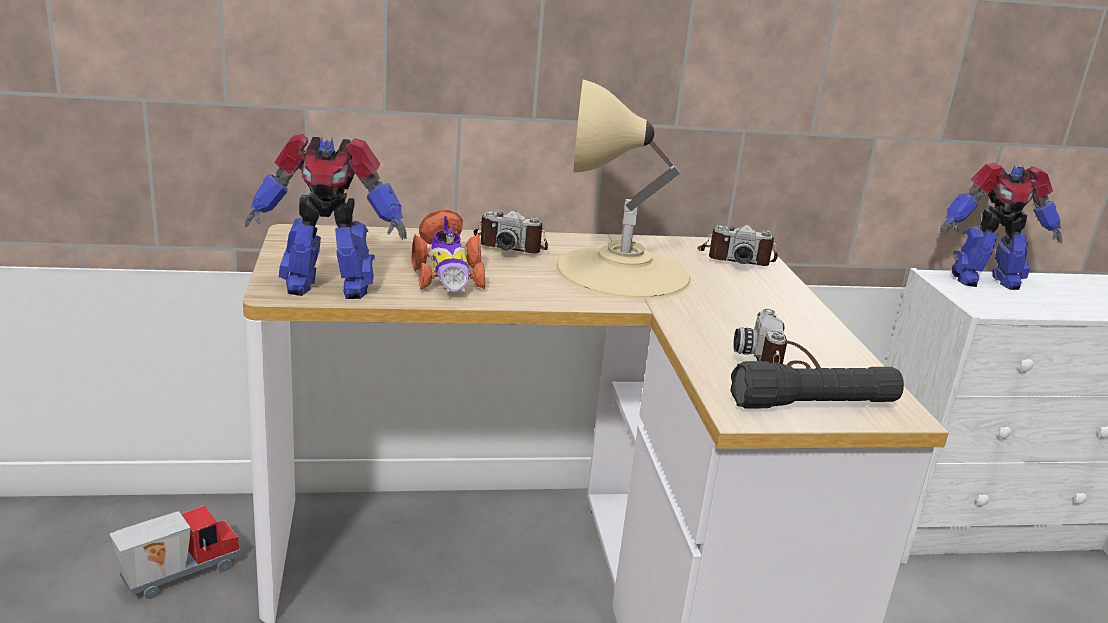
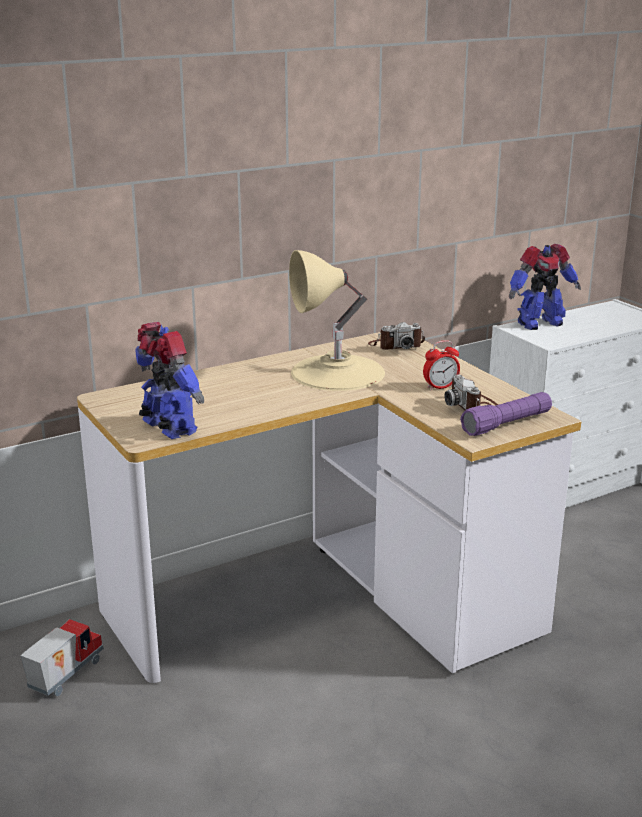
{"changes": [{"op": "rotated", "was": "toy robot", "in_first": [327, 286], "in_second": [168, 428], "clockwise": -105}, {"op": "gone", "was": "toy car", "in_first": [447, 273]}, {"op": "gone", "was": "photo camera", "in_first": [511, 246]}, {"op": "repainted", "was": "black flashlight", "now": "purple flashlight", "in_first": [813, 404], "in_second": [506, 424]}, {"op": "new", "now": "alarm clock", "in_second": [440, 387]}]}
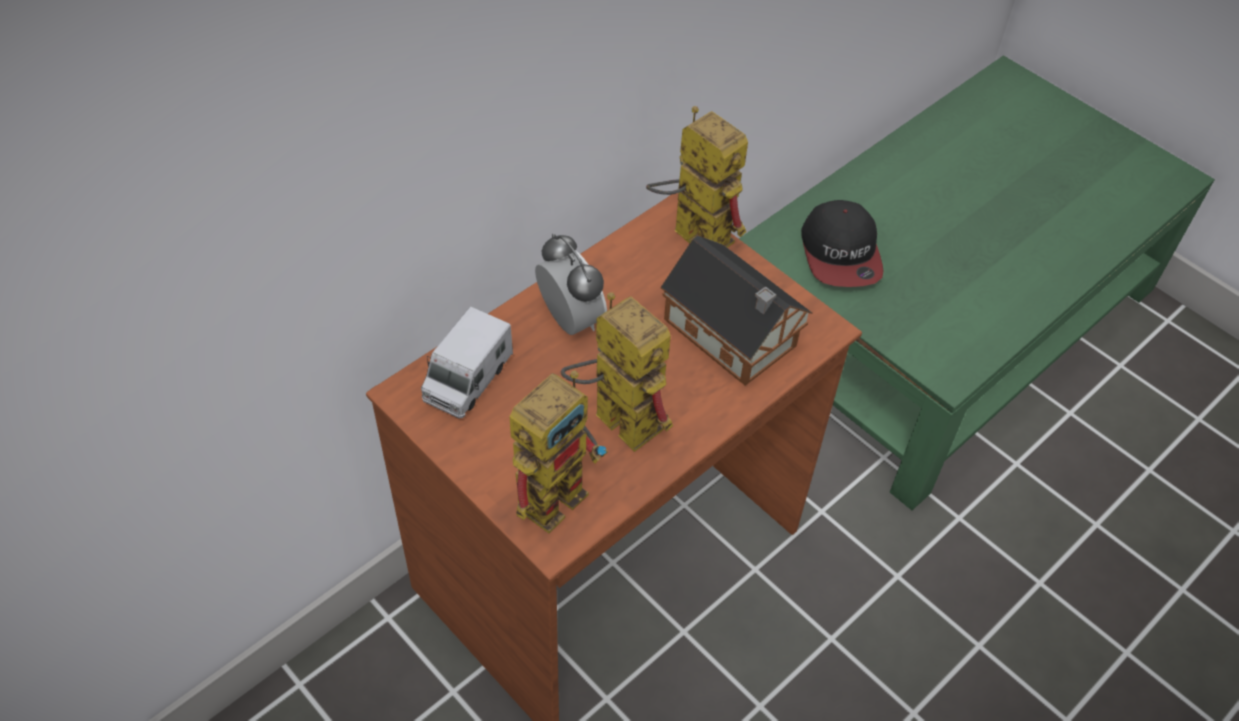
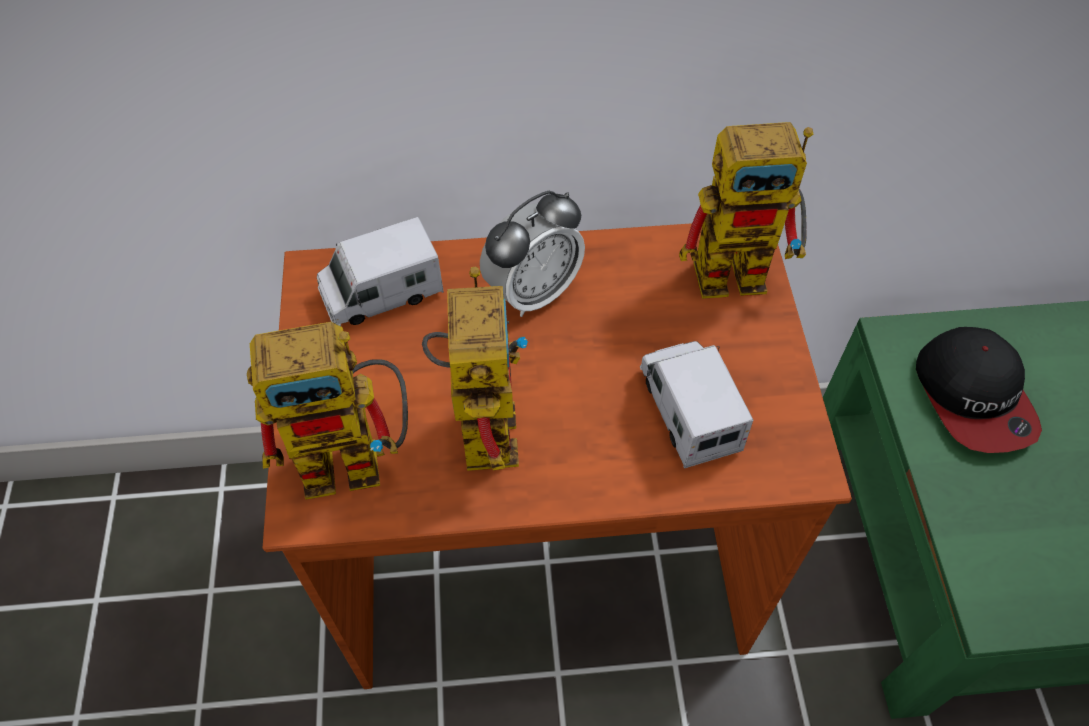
{"changes": [{"op": "rotated", "was": "alarm clock", "in_first": [570, 320], "in_second": [533, 292], "clockwise": 45}, {"op": "rotated", "was": "toy robot", "in_first": [690, 233], "in_second": [744, 270], "clockwise": 90}, {"op": "swapped", "was": "toy house", "now": "toy truck", "in_first": [733, 336], "in_second": [689, 411]}, {"op": "rotated", "was": "cap", "in_first": [841, 254], "in_second": [974, 397], "clockwise": -45}]}
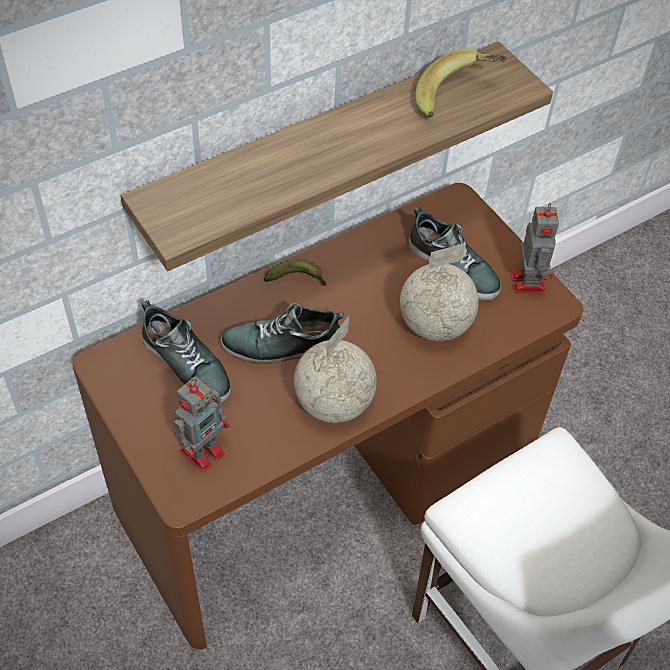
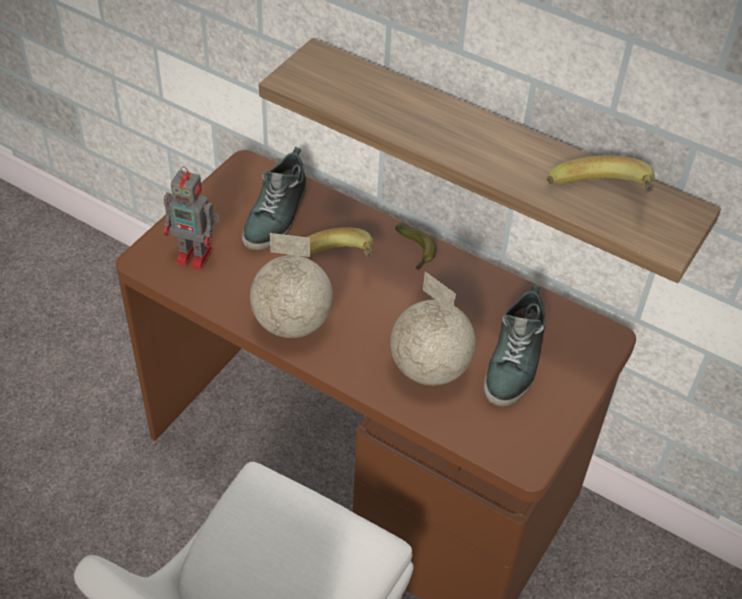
{"changes": [{"op": "swapped", "was": "shoe", "now": "banana", "in_first": [282, 345], "in_second": [334, 267]}, {"op": "gone", "was": "toy robot", "in_first": [528, 281]}]}
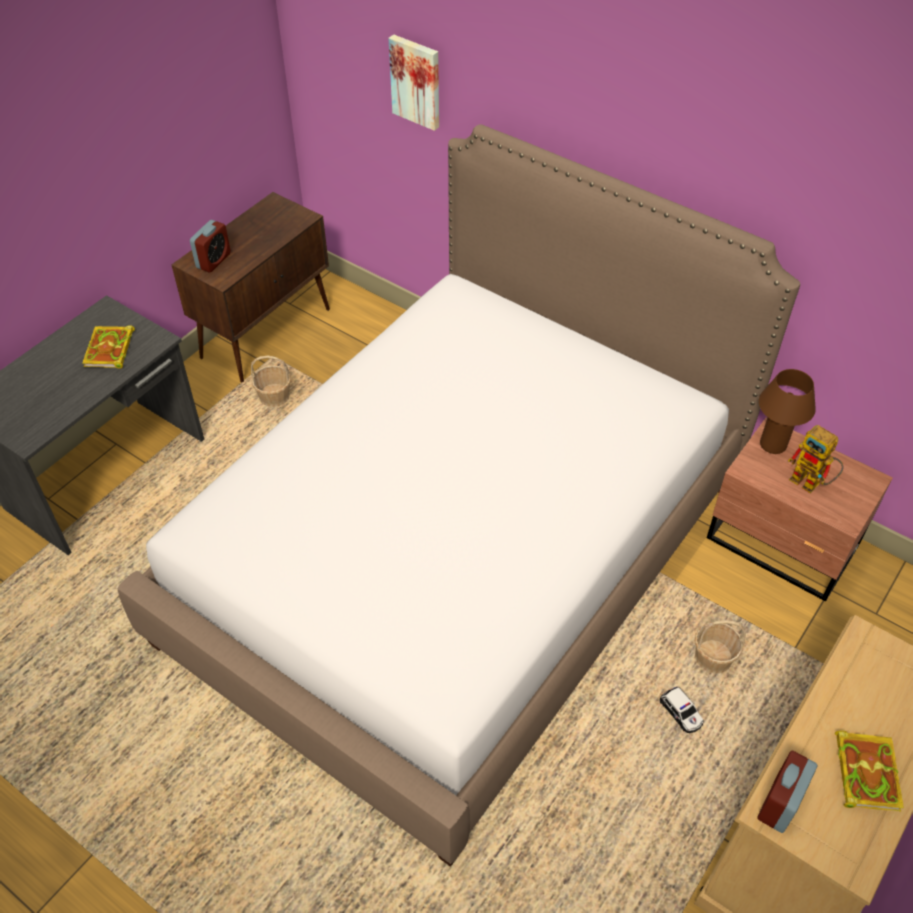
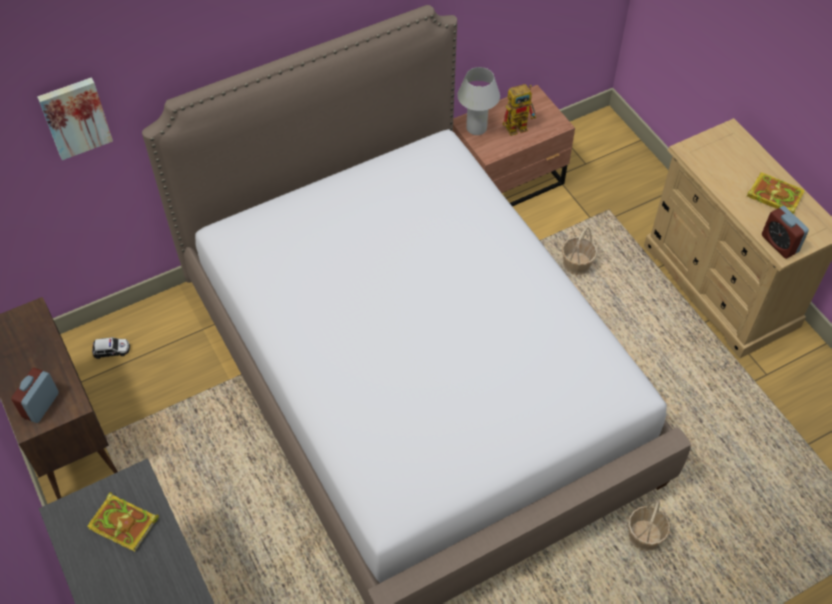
{"changes": [{"op": "rotated", "was": "alarm clock", "in_first": [213, 260], "in_second": [41, 405], "clockwise": -120}, {"op": "shifted", "was": "basket", "in_first": [274, 396], "in_second": [645, 535]}, {"op": "shifted", "was": "toy car", "in_first": [681, 713], "in_second": [112, 350]}, {"op": "repainted", "was": "brown table lamp", "now": "white table lamp", "in_first": [773, 445], "in_second": [476, 128]}]}
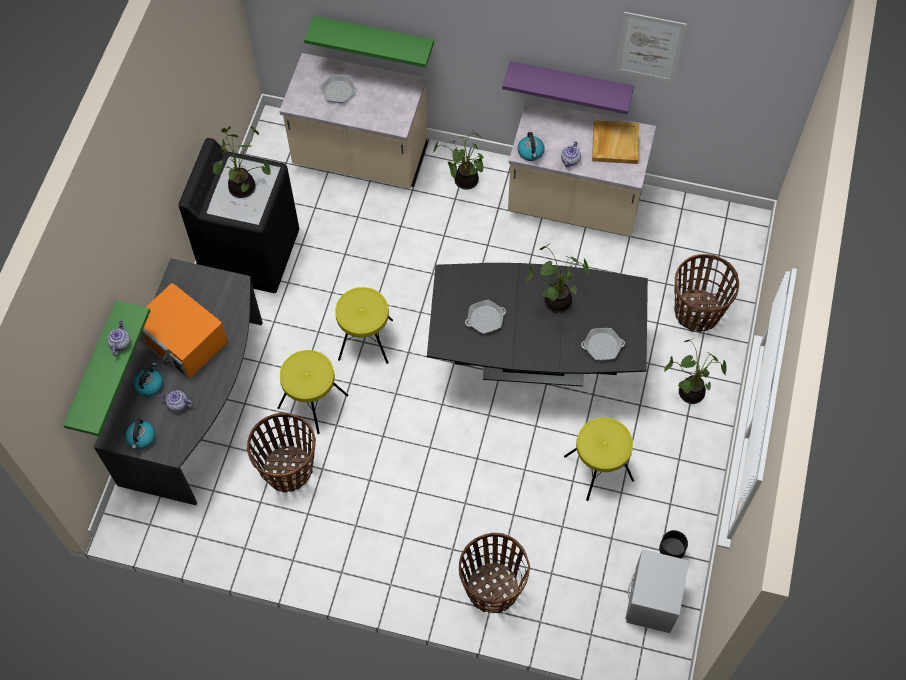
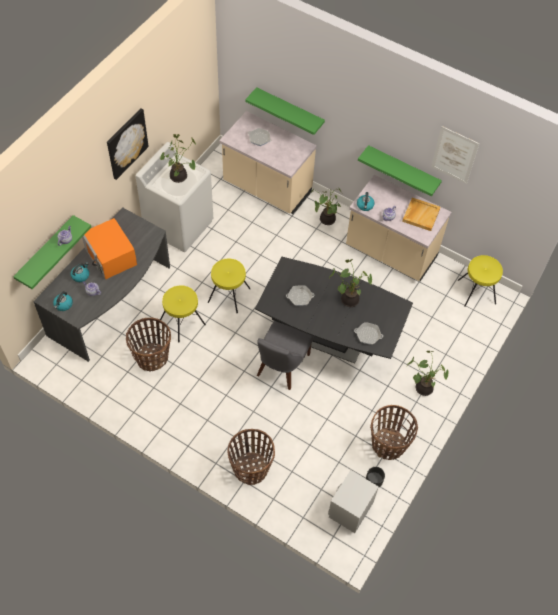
{"changes": [{"op": "repainted", "was": "black washing machine", "now": "white washing machine", "in_first": [251, 253], "in_second": [179, 225]}, {"op": "repainted", "was": "purple shelf", "now": "green shelf", "in_first": [570, 82], "in_second": [403, 169]}, {"op": "shifted", "was": "yellow stool", "in_first": [599, 468], "in_second": [477, 292]}, {"op": "shifted", "was": "basket", "in_first": [697, 312], "in_second": [388, 445]}, {"op": "new", "now": "picture", "in_second": [126, 143]}, {"op": "new", "now": "grey chair", "in_second": [281, 367]}]}
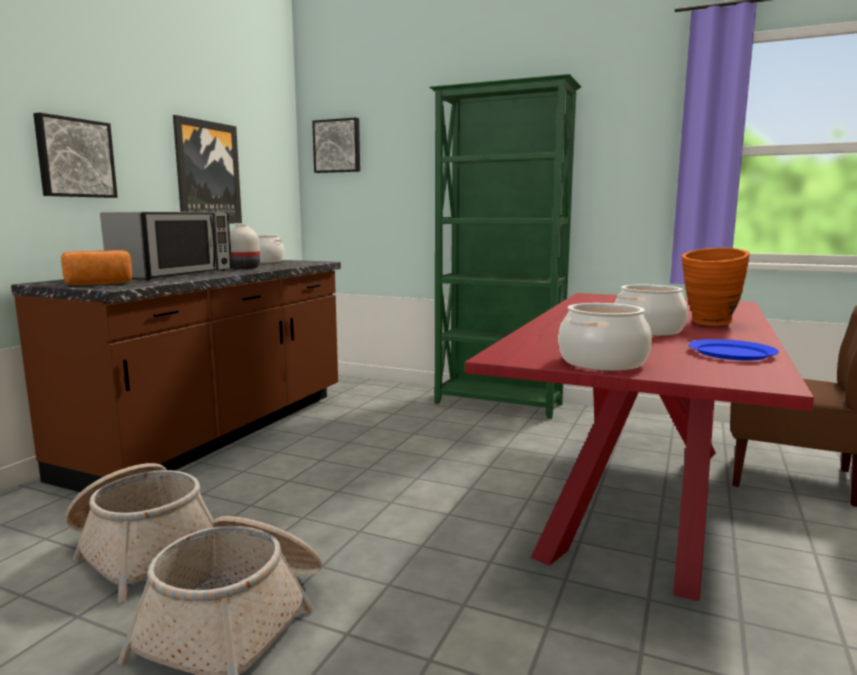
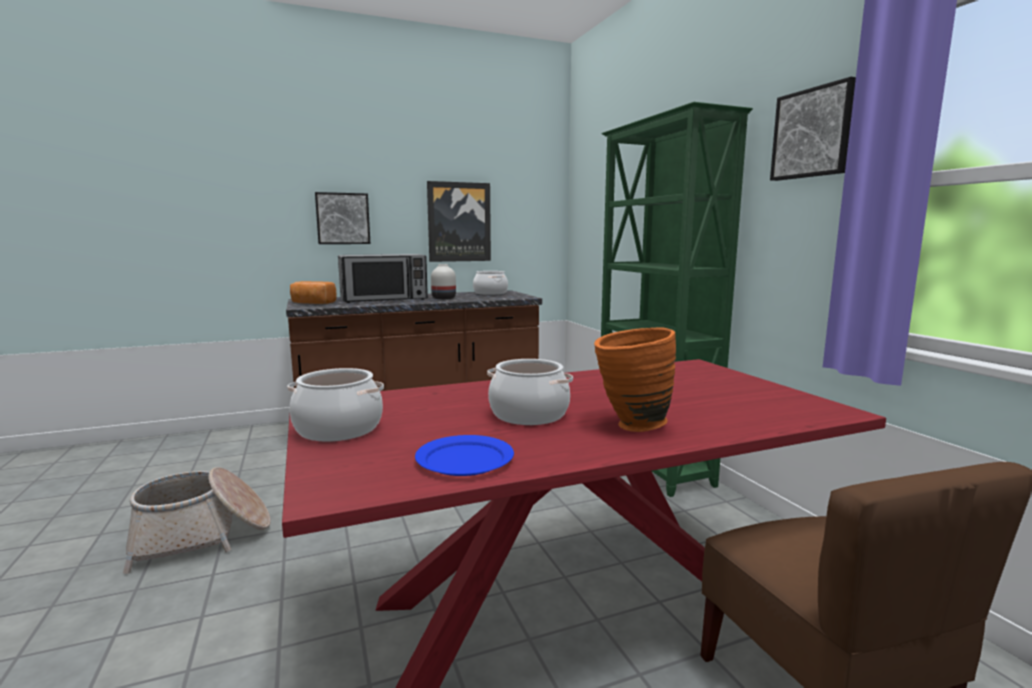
{"changes": [{"op": "gone", "was": "basket", "in_first": [144, 550]}, {"op": "shifted", "was": "picture", "in_first": [337, 146], "in_second": [814, 133]}]}
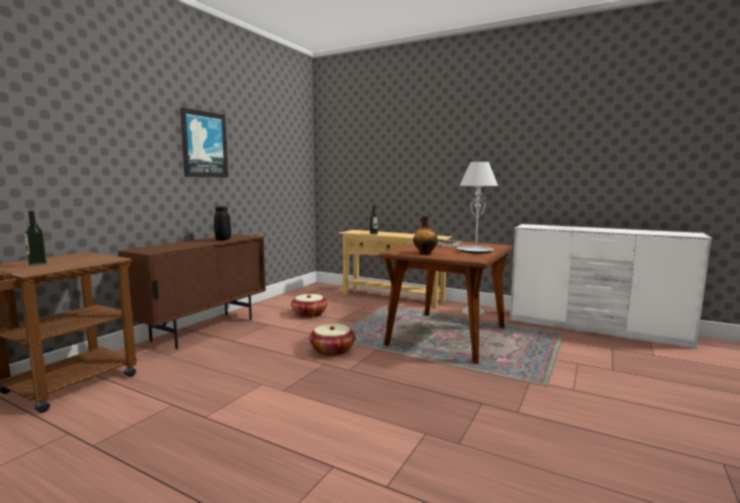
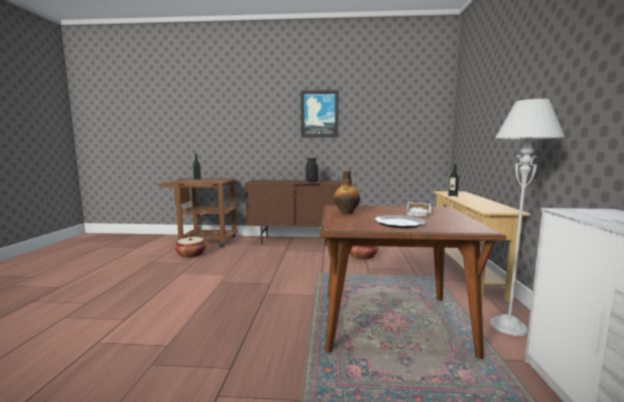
{"changes": [{"op": "shifted", "was": "basket", "in_first": [332, 350], "in_second": [191, 254]}]}
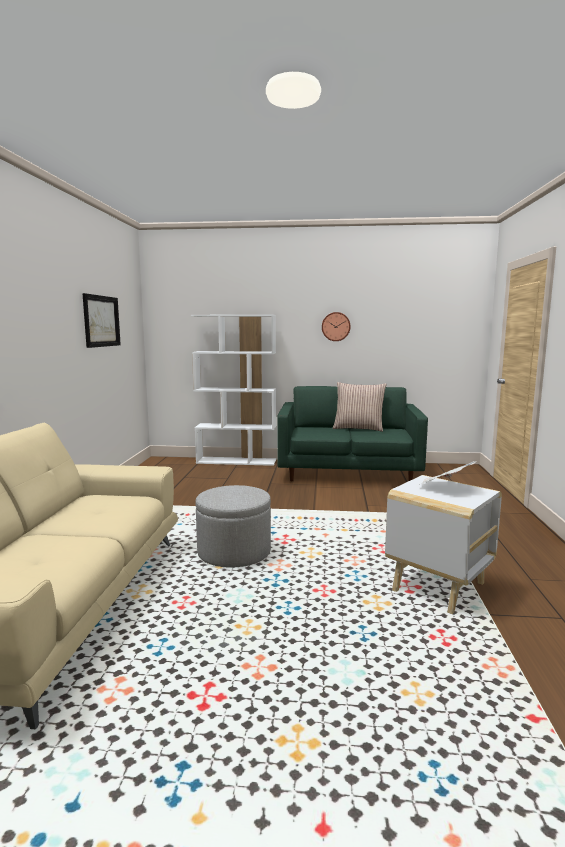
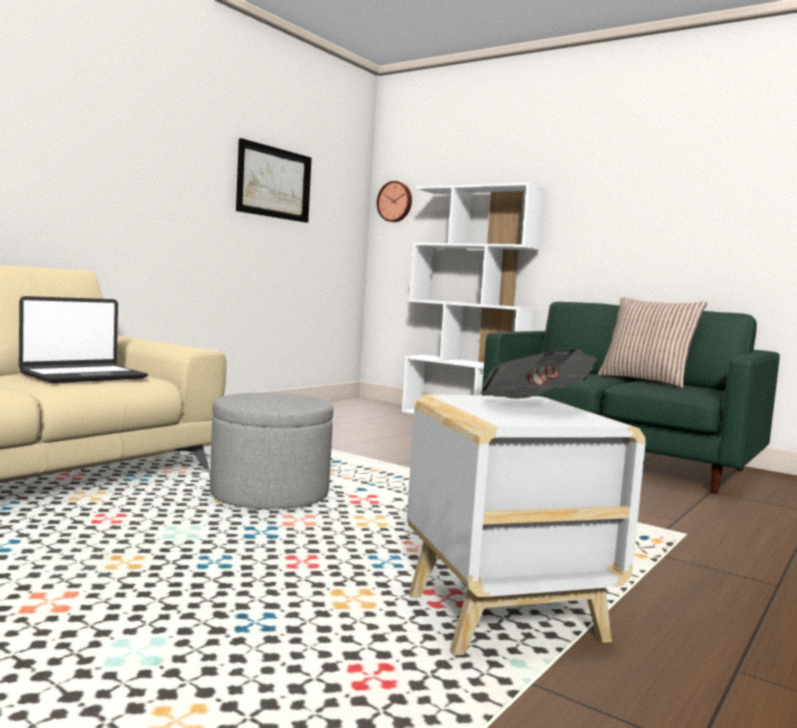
{"changes": [{"op": "shifted", "was": "wall clock", "in_first": [335, 326], "in_second": [395, 202]}, {"op": "new", "now": "laptop", "in_second": [83, 376]}]}
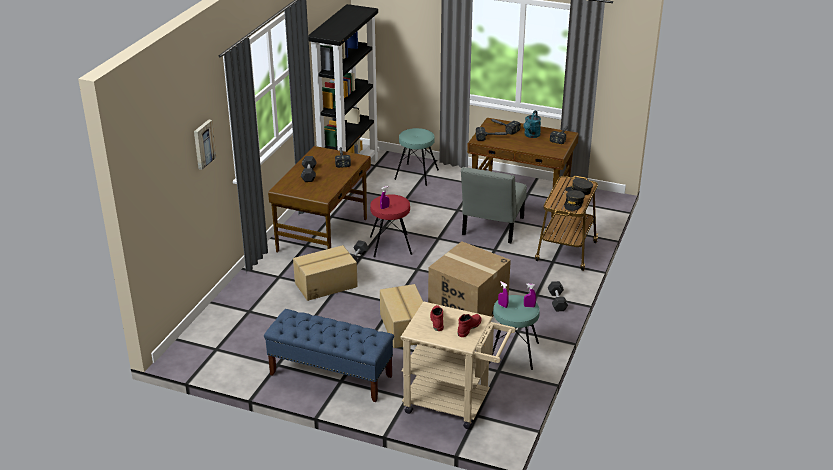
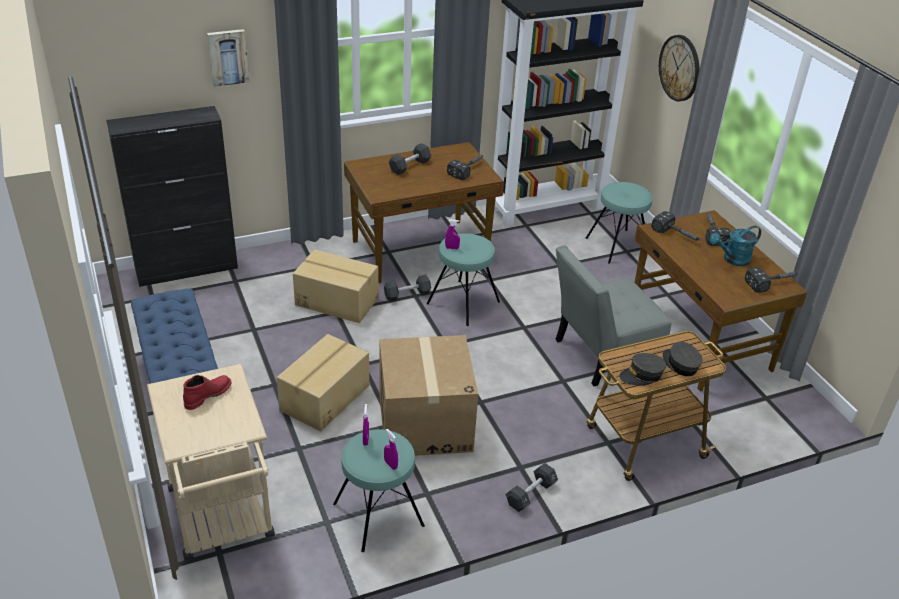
{"changes": [{"op": "repainted", "was": "red stool", "now": "turquoise stool", "in_first": [390, 245], "in_second": [463, 303]}, {"op": "gone", "was": "red boot", "in_first": [468, 328]}, {"op": "new", "now": "black cabinet", "in_second": [187, 269]}, {"op": "new", "now": "wall clock", "in_second": [680, 68]}]}
